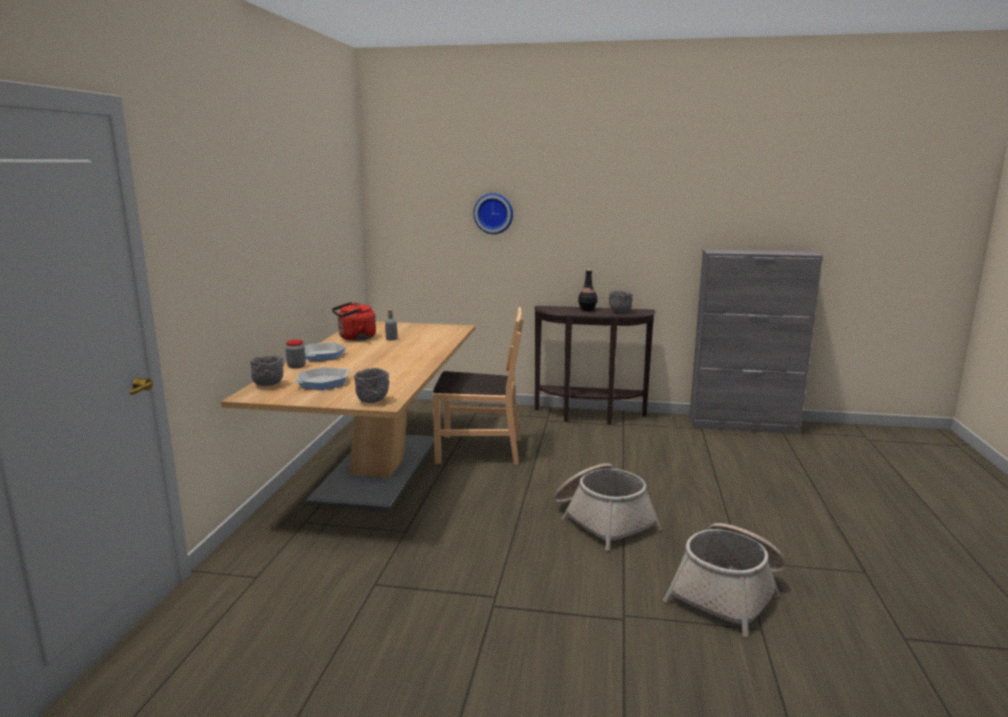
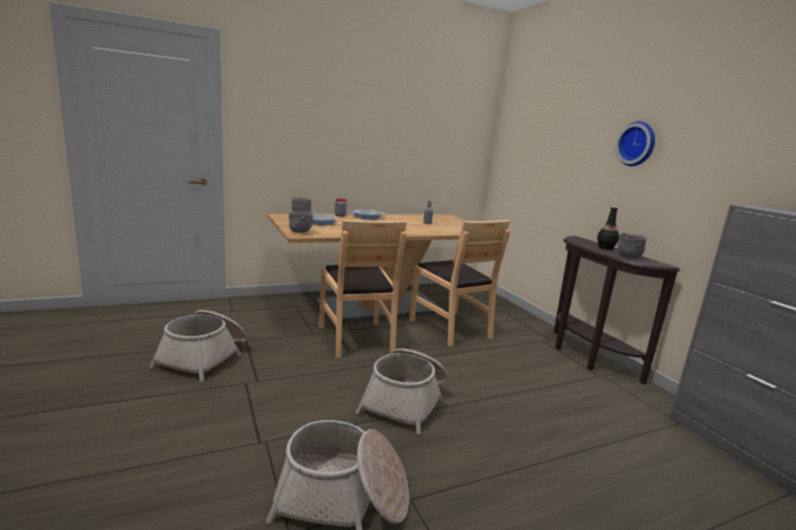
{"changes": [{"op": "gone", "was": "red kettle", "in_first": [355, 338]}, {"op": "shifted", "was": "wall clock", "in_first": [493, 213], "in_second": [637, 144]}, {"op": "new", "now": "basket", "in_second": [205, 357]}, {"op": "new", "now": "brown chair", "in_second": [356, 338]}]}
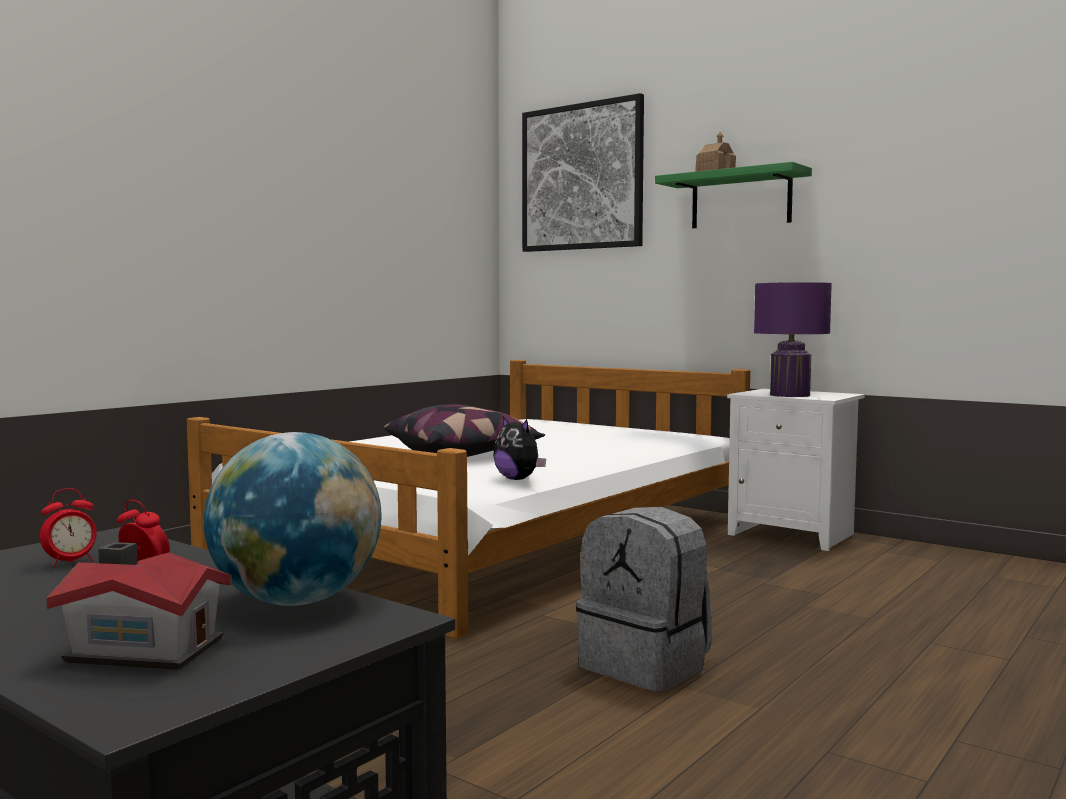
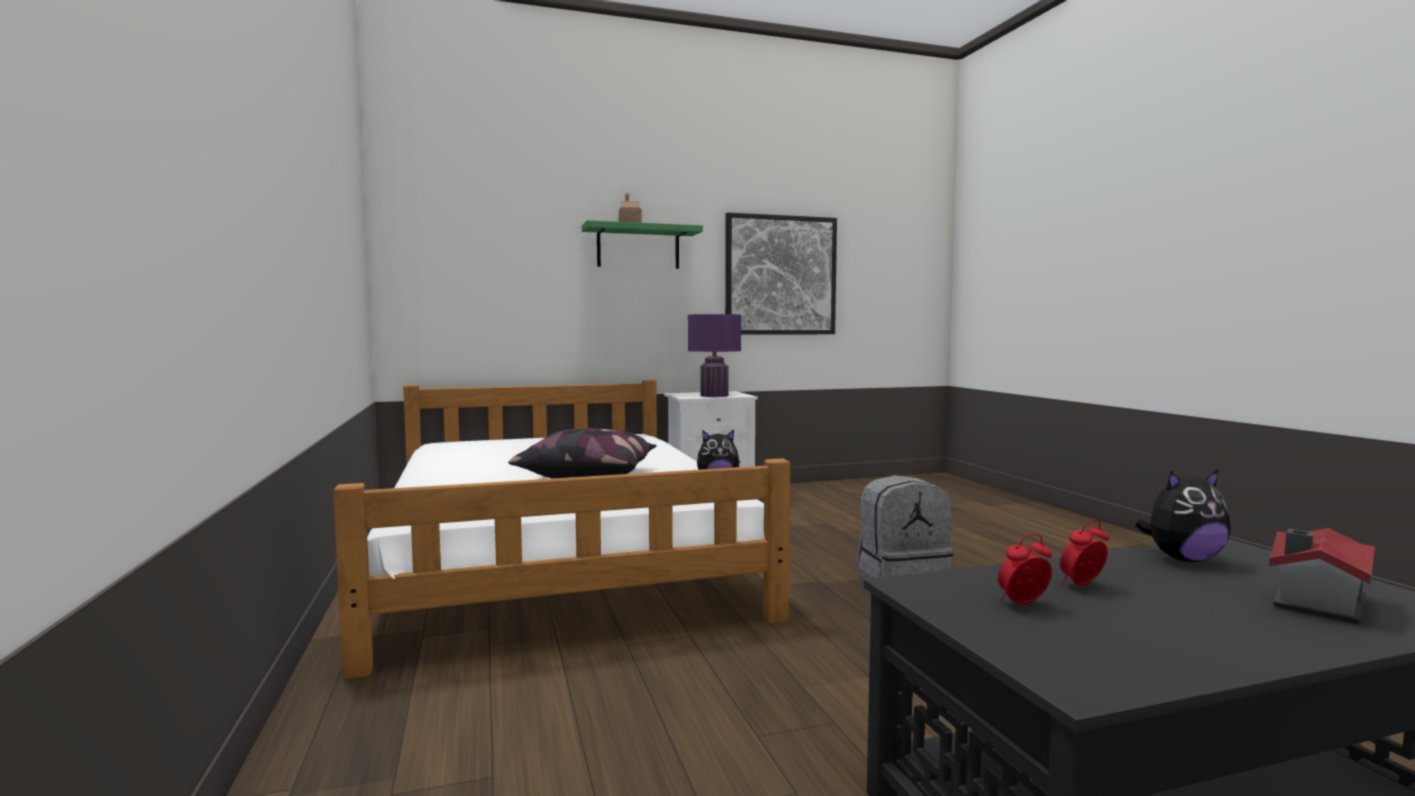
{"changes": [{"op": "rotated", "was": "alarm clock", "in_first": [71, 562], "in_second": [1023, 605], "clockwise": -105}, {"op": "swapped", "was": "globe", "now": "plush toy", "in_first": [297, 601], "in_second": [1183, 559]}, {"op": "shifted", "was": "picture", "in_first": [582, 177], "in_second": [780, 275]}]}
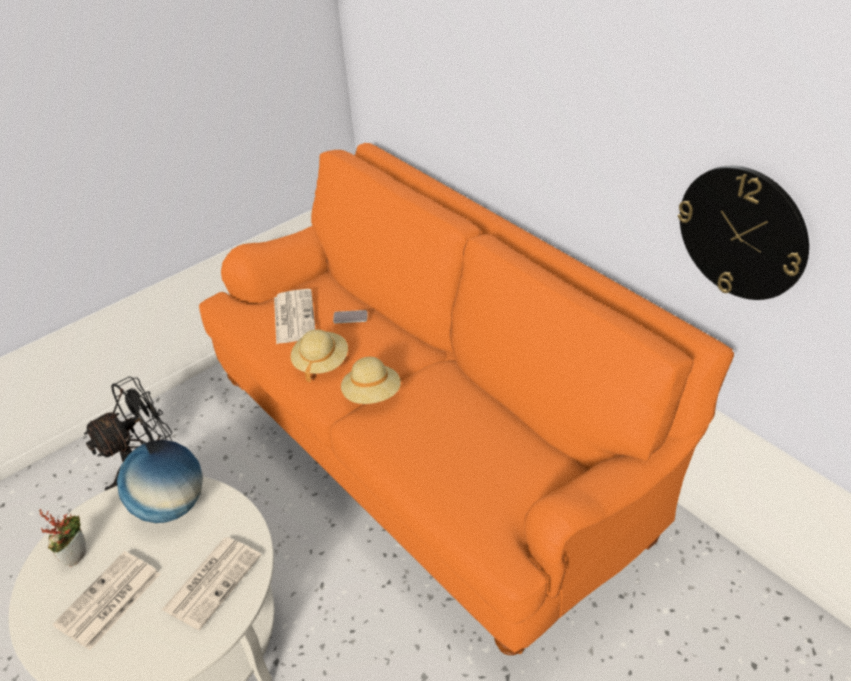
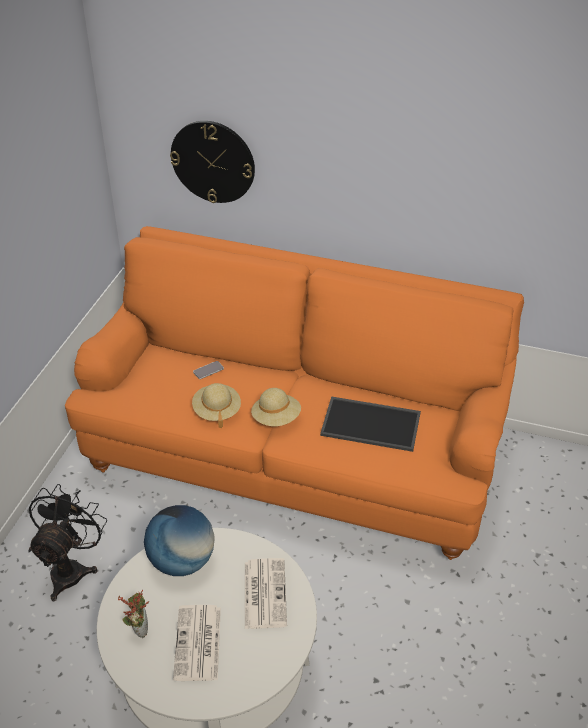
{"changes": [{"op": "gone", "was": "newspaper", "in_first": [293, 316]}, {"op": "shifted", "was": "wall clock", "in_first": [742, 233], "in_second": [213, 161]}, {"op": "new", "now": "tray", "in_second": [372, 423]}]}
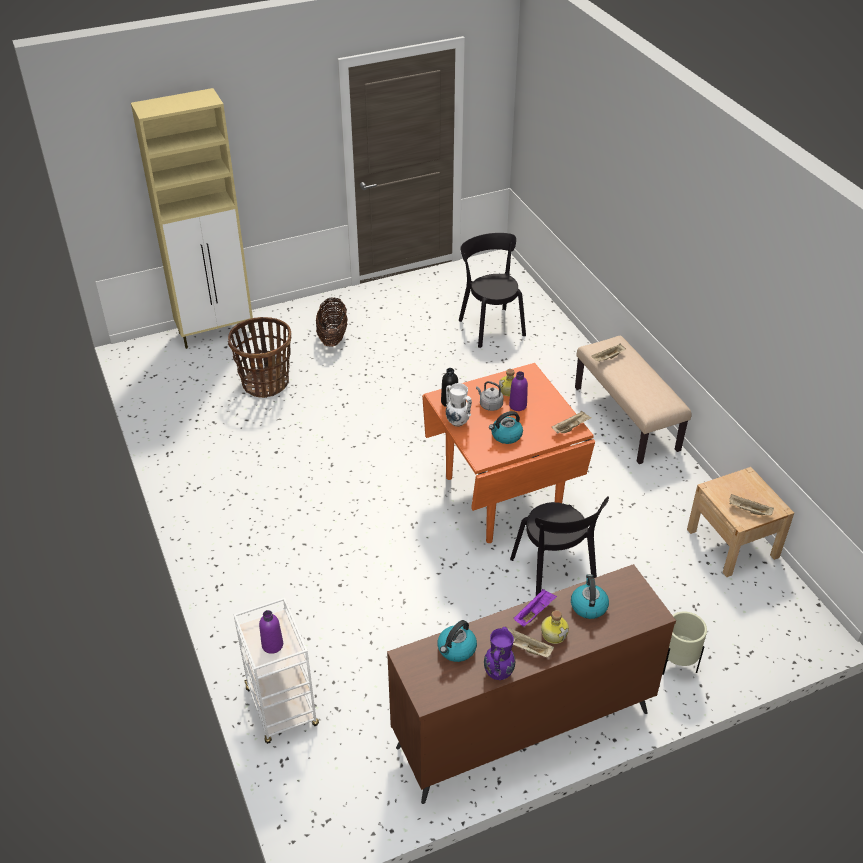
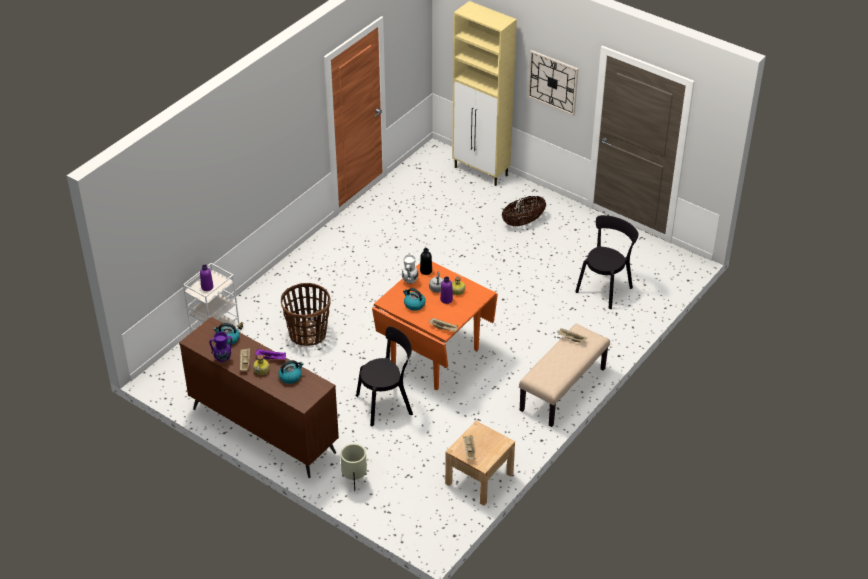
{"changes": [{"op": "shifted", "was": "basket", "in_first": [265, 383], "in_second": [308, 334]}, {"op": "rotated", "was": "black chair", "in_first": [554, 575], "in_second": [387, 404], "clockwise": -150}, {"op": "new", "now": "wall clock", "in_second": [553, 82]}]}
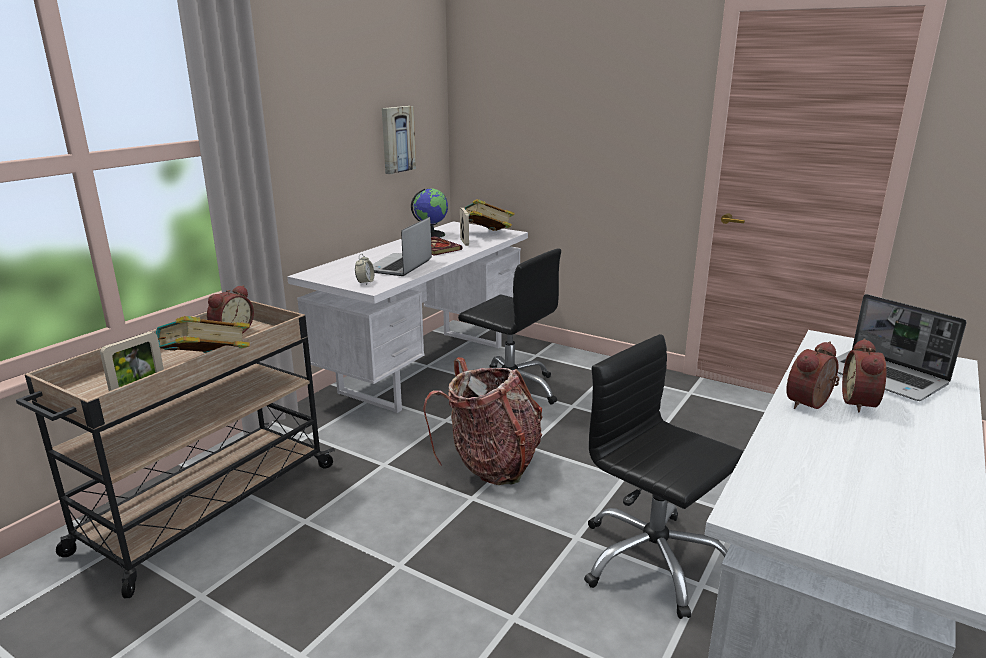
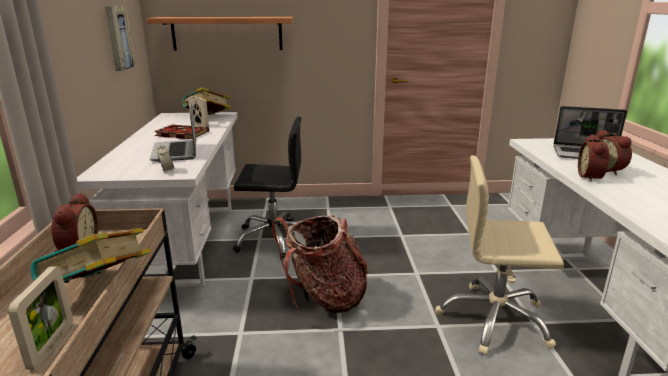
{"changes": [{"op": "gone", "was": "globe", "in_first": [431, 234]}, {"op": "repainted", "was": "black office chair", "now": "beige office chair", "in_first": [652, 560], "in_second": [494, 320]}, {"op": "new", "now": "shelf", "in_second": [227, 33]}]}
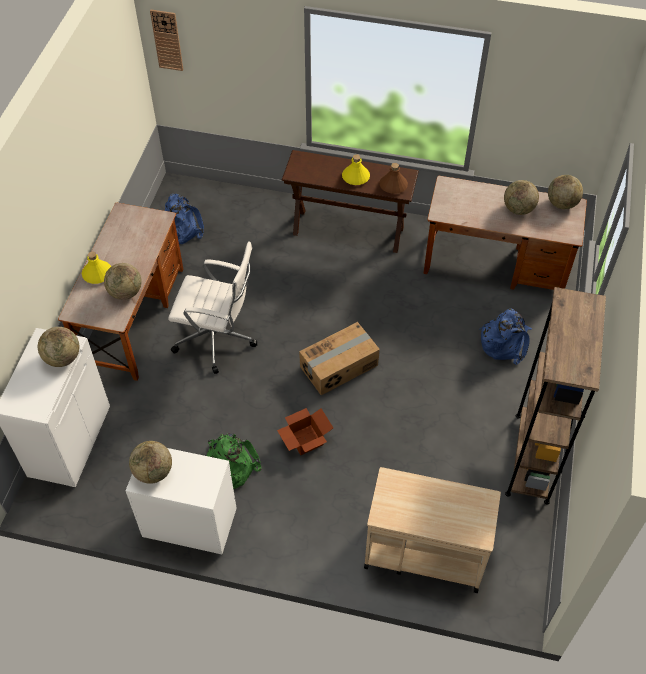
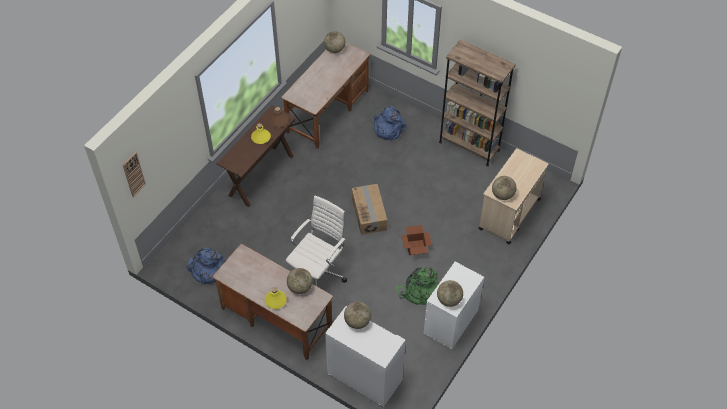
{"changes": [{"op": "shifted", "was": "globe", "in_first": [518, 209], "in_second": [502, 195]}]}
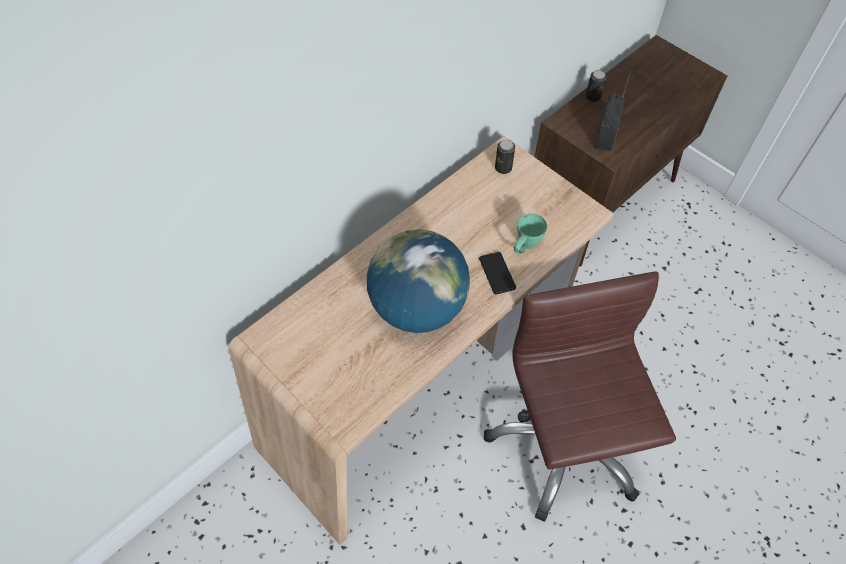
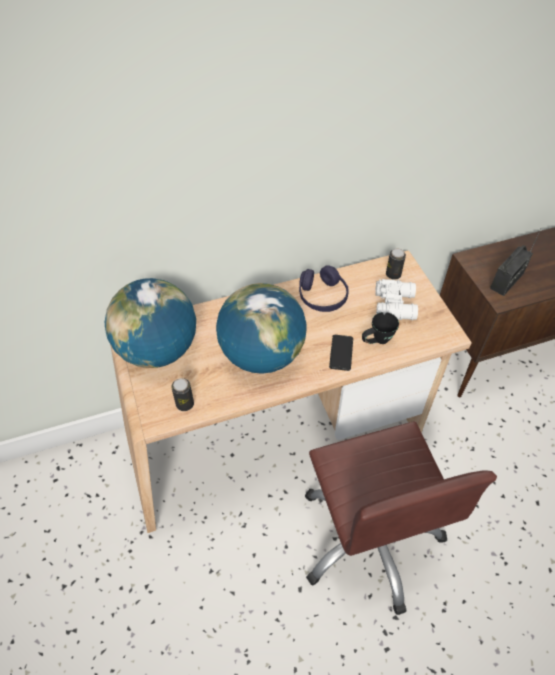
{"changes": [{"op": "rotated", "was": "brown office chair", "in_first": [564, 444], "in_second": [370, 537], "clockwise": 150}, {"op": "repainted", "was": "green mug", "now": "black mug", "in_first": [525, 247], "in_second": [376, 341]}, {"op": "shifted", "was": "can", "in_first": [592, 97], "in_second": [185, 404]}, {"op": "new", "now": "globe", "in_second": [157, 350]}, {"op": "new", "now": "purple headphones", "in_second": [322, 296]}, {"op": "new", "now": "white binoculars", "in_second": [396, 304]}]}
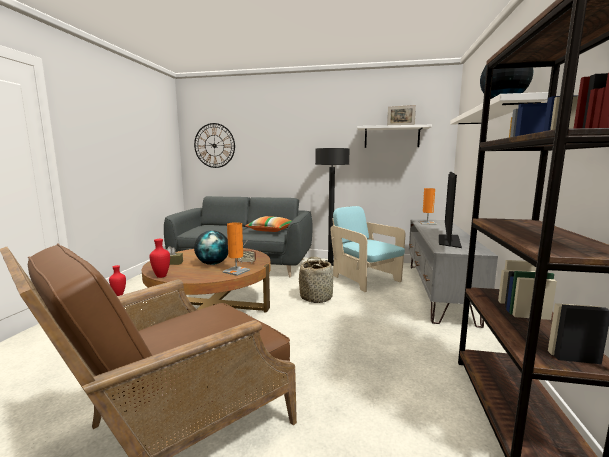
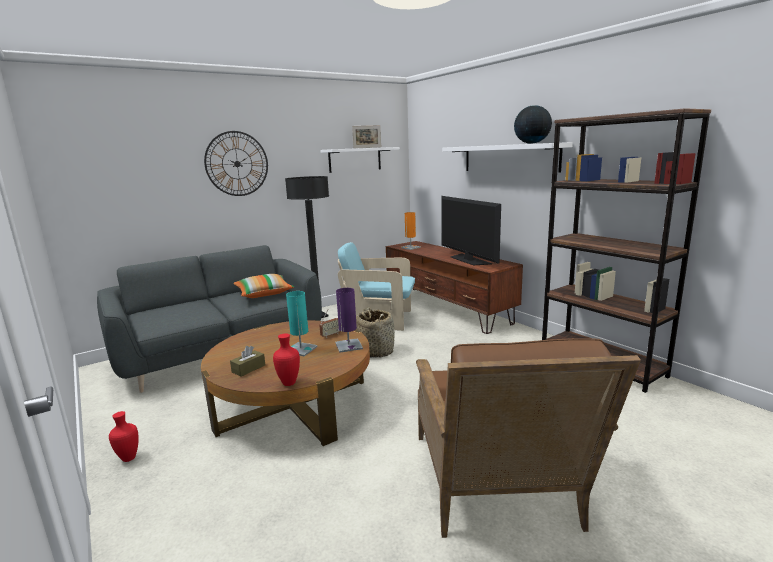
{"changes": [{"op": "shifted", "was": "wall clock", "in_first": [214, 145], "in_second": [237, 164]}, {"op": "swapped", "was": "globe", "now": "turquoise table lamp", "in_first": [213, 264], "in_second": [301, 349]}, {"op": "repainted", "was": "orange table lamp", "now": "purple table lamp", "in_first": [236, 271], "in_second": [348, 346]}, {"op": "repainted", "was": "grey tv stand", "now": "brown tv stand", "in_first": [438, 290], "in_second": [447, 308]}]}
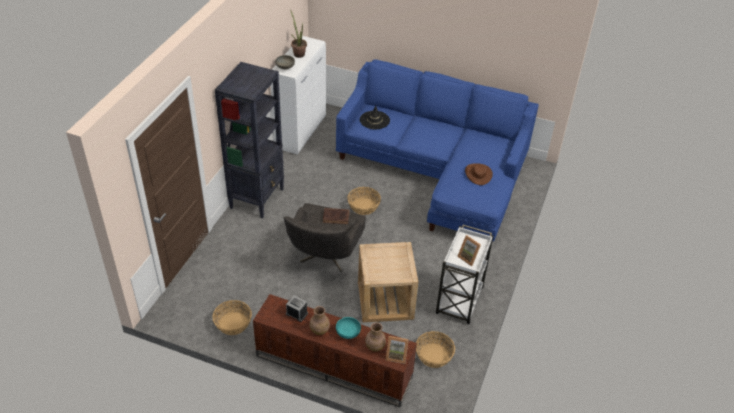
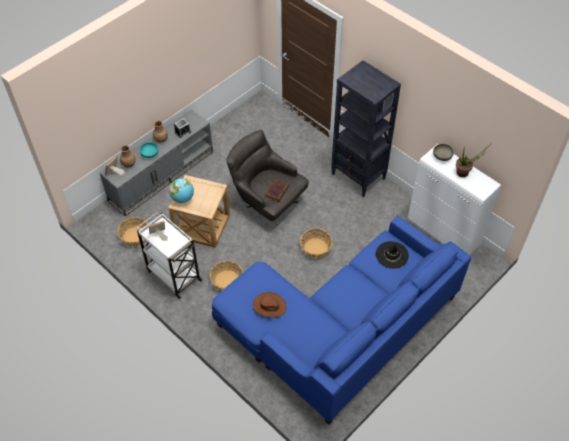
{"changes": [{"op": "shifted", "was": "basket", "in_first": [232, 323], "in_second": [227, 280]}, {"op": "repainted", "was": "brown tv stand", "now": "grey tv stand", "in_first": [332, 367], "in_second": [161, 175]}, {"op": "new", "now": "globe", "in_second": [182, 198]}]}
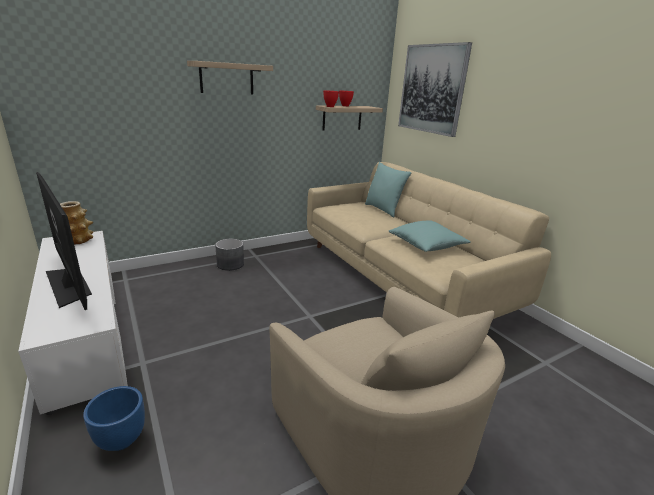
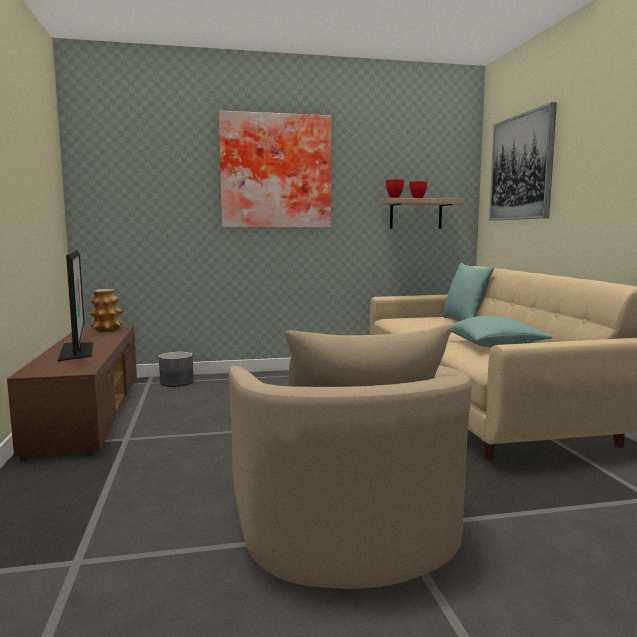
{"changes": [{"op": "repainted", "was": "white tv stand", "now": "brown tv stand", "in_first": [84, 329], "in_second": [88, 412]}, {"op": "gone", "was": "blue planter", "in_first": [122, 439]}, {"op": "swapped", "was": "shelf", "now": "picture", "in_first": [226, 78], "in_second": [275, 171]}, {"op": "shifted", "was": "grey planter", "in_first": [230, 264], "in_second": [177, 382]}]}
